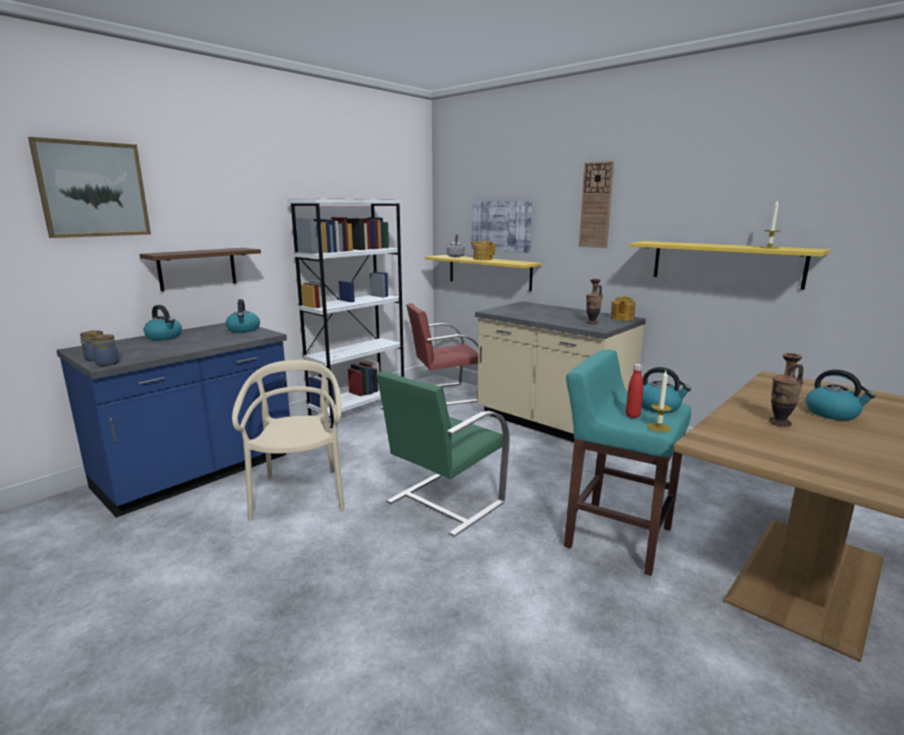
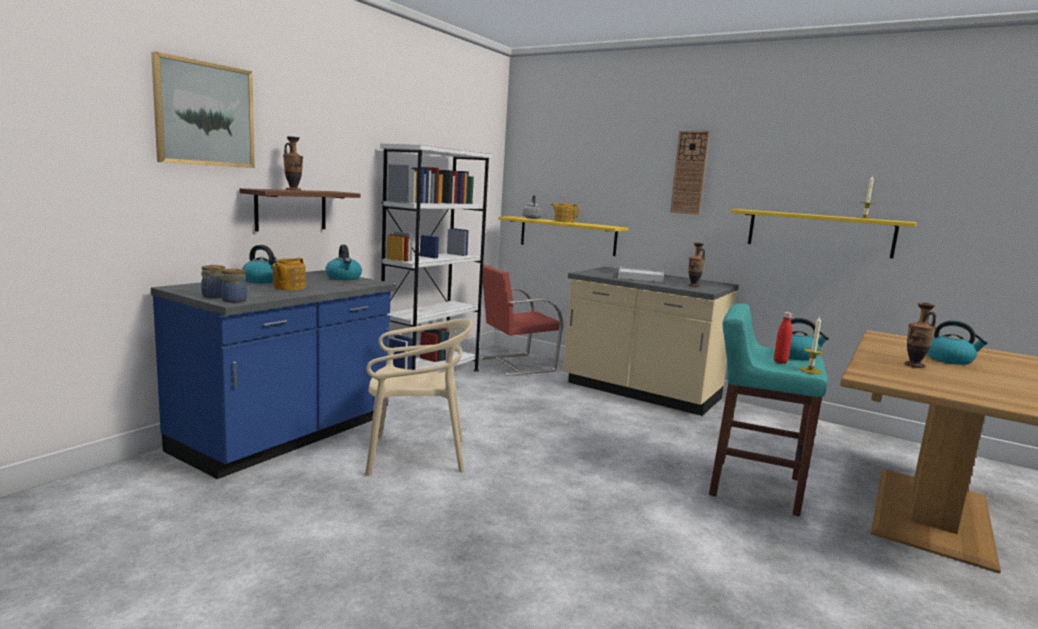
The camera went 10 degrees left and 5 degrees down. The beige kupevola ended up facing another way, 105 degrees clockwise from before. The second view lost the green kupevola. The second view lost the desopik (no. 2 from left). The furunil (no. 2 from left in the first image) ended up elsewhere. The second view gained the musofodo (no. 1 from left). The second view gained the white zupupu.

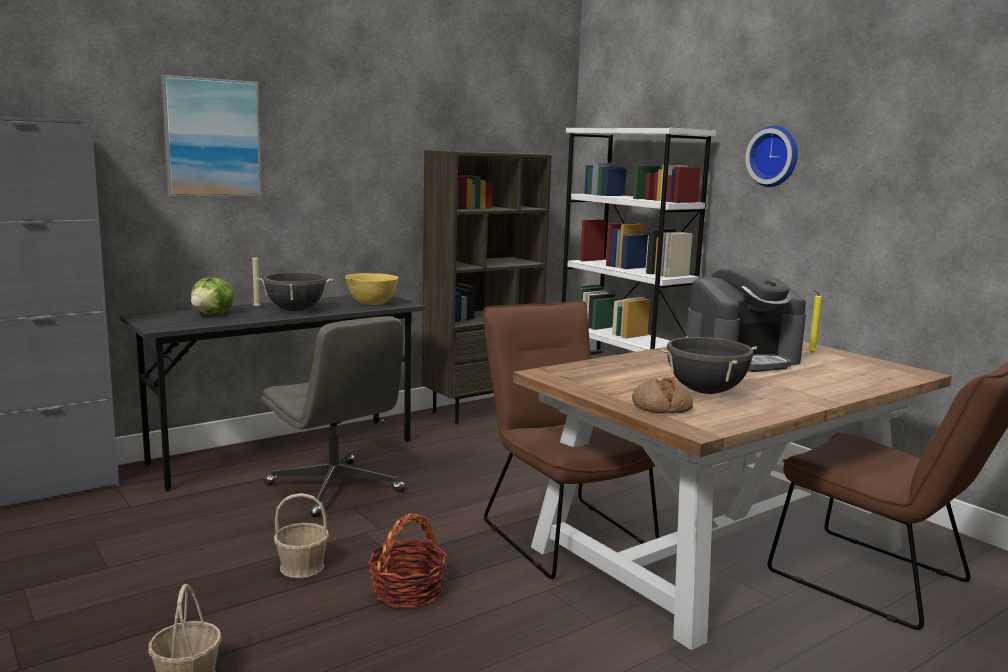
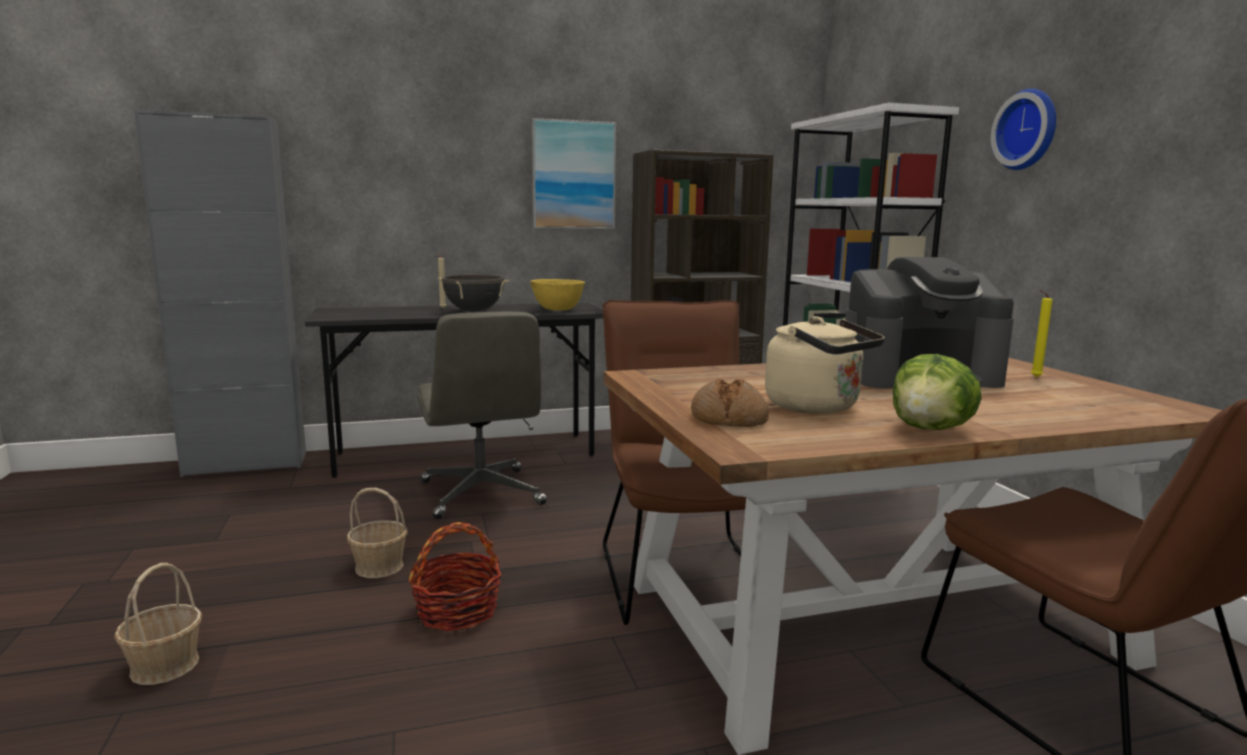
The camera went 20 degrees right and 0 degrees up. The desopik ended up elsewhere. The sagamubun ended up elsewhere. Where the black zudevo (no. 2 from left) stood, the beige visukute came to stand.

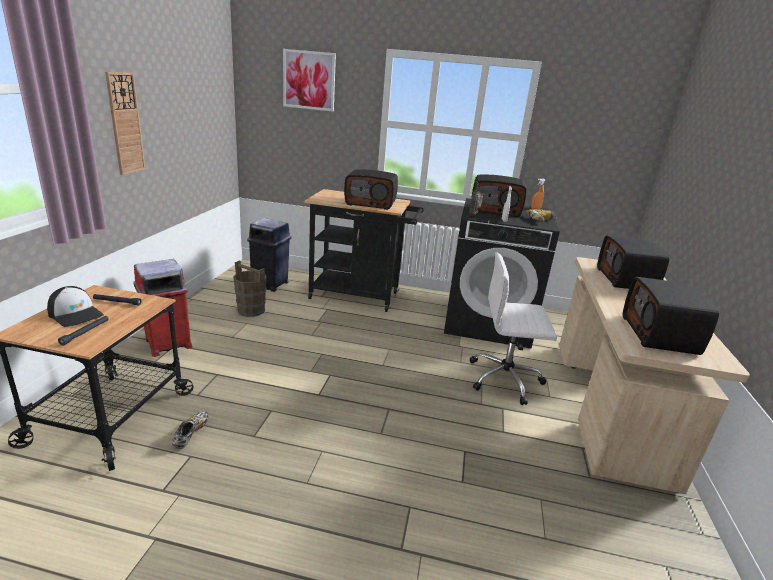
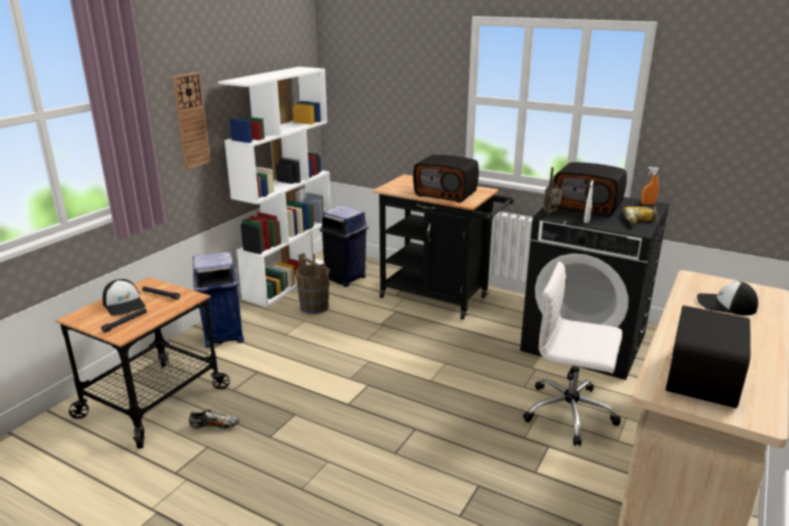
The camera went 20 degrees right and 0 degrees up. What was the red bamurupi turned into the blue bamurupi (no. 1 from left). The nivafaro ended up facing another way, 60 degrees clockwise from before. The second view lost the desopik. Where the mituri (no. 4 from left) stood, the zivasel (no. 2 from left) came to stand. The second view gained the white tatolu.

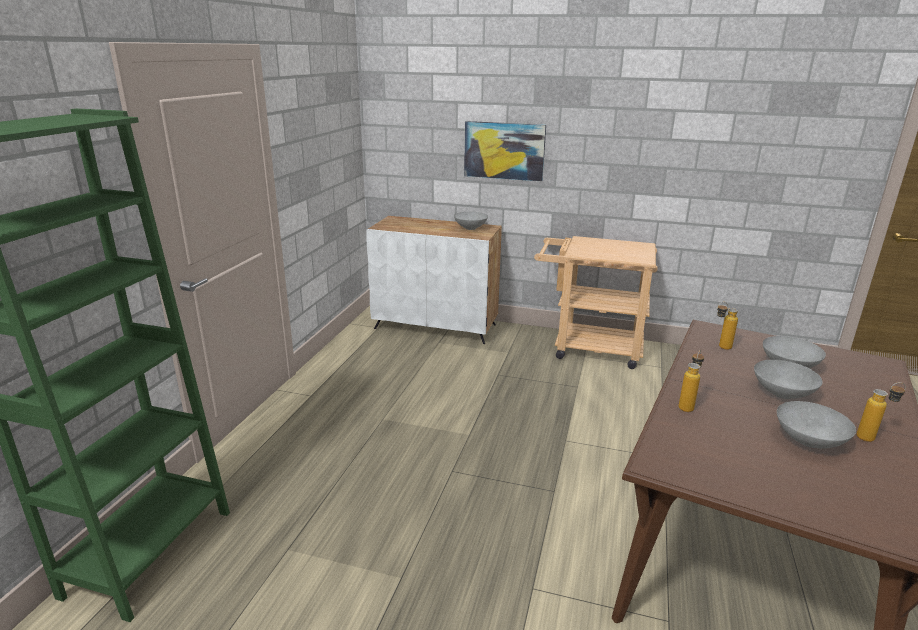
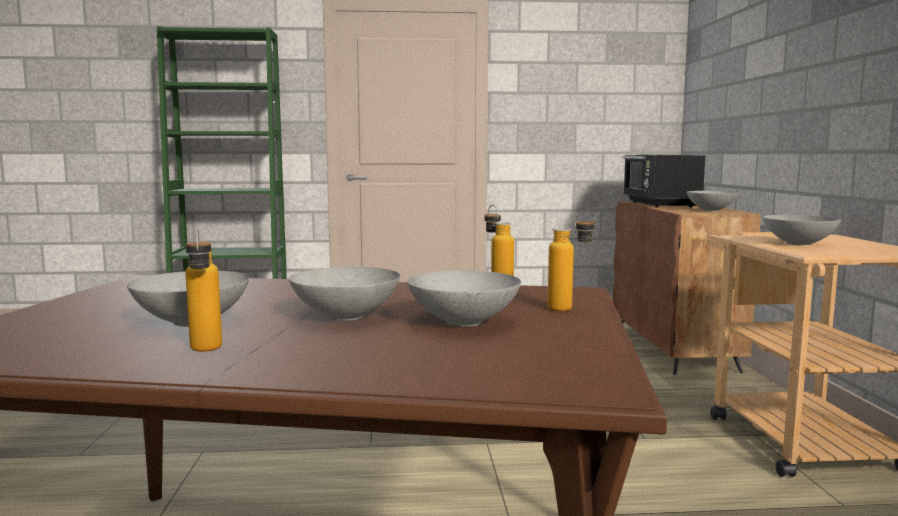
The camera went 70 degrees right and 15 degrees down. What was the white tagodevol turned into the brown tagodevol. The second view lost the desopik. The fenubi (no. 1 from left in the first image) ended up elsewhere. The second view gained the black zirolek. The second view gained the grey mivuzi (no. 5 from left).

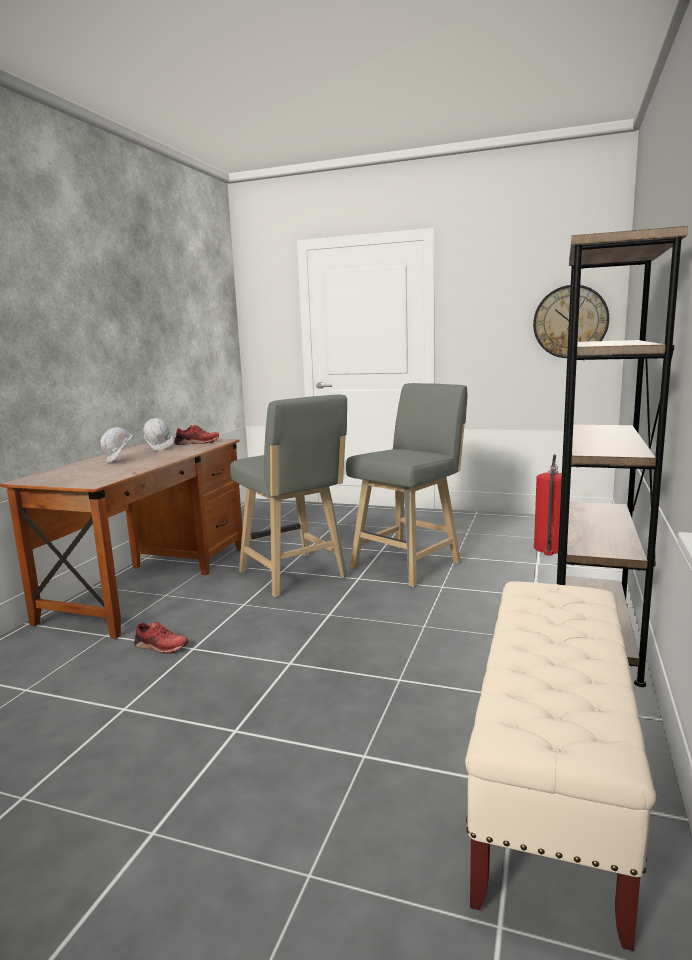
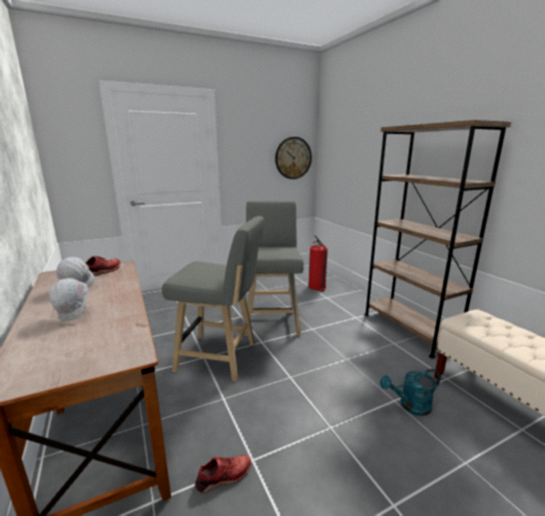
The camera went 45 degrees left and 5 degrees up. The second view gained the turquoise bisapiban.

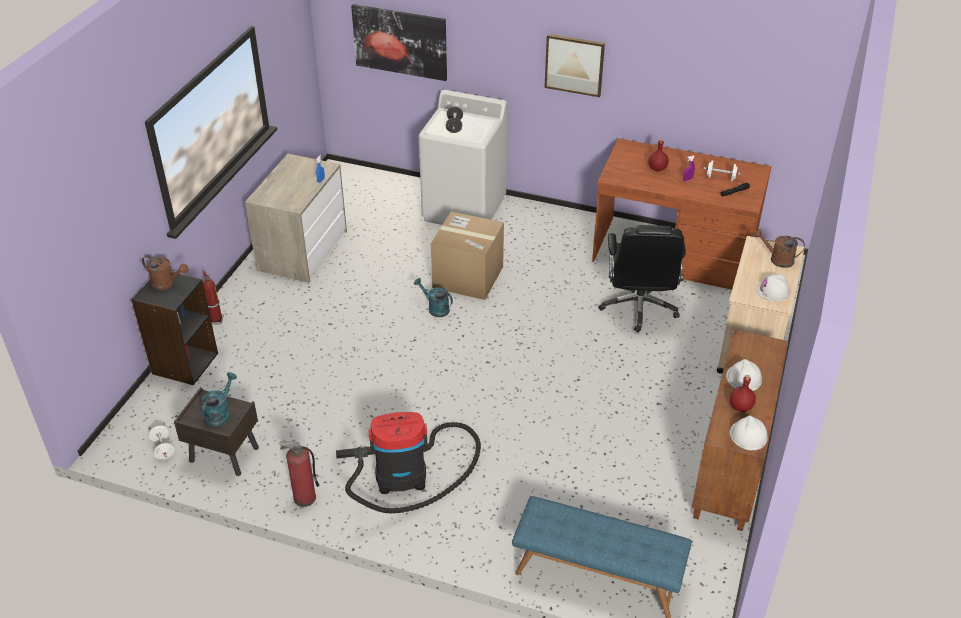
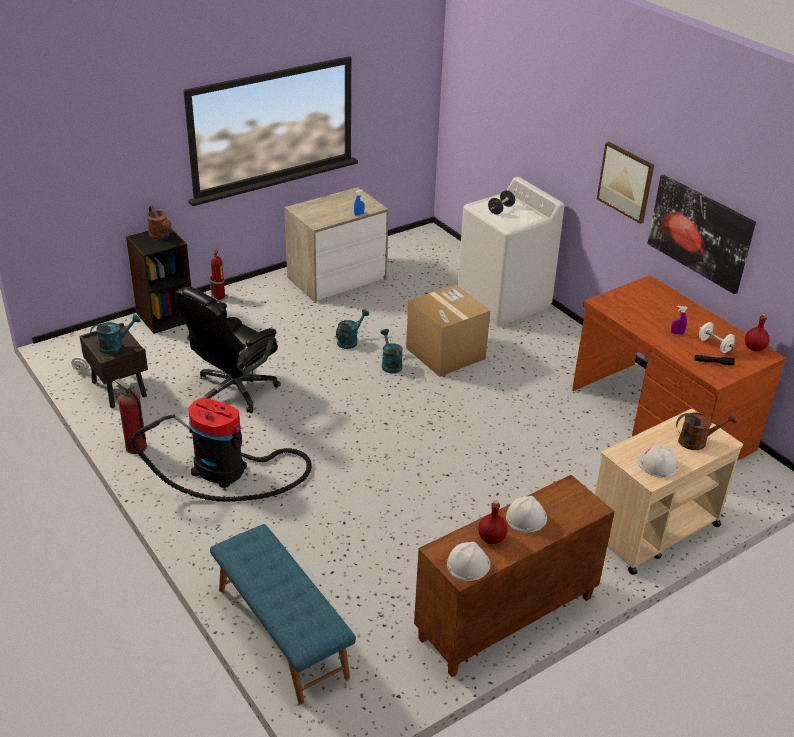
The camera went 35 degrees right and 5 degrees down. The desopik (no. 1 from left in the first image) ended up elsewhere. The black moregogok ended up elsewhere. The red fenubi (no. 1 from left in the first image) ended up elsewhere. The brown bisapiban (no. 2 from left) ended up facing another way, 120 degrees clockwise from before. The second view gained the turquoise bisapiban (no. 2 from left).

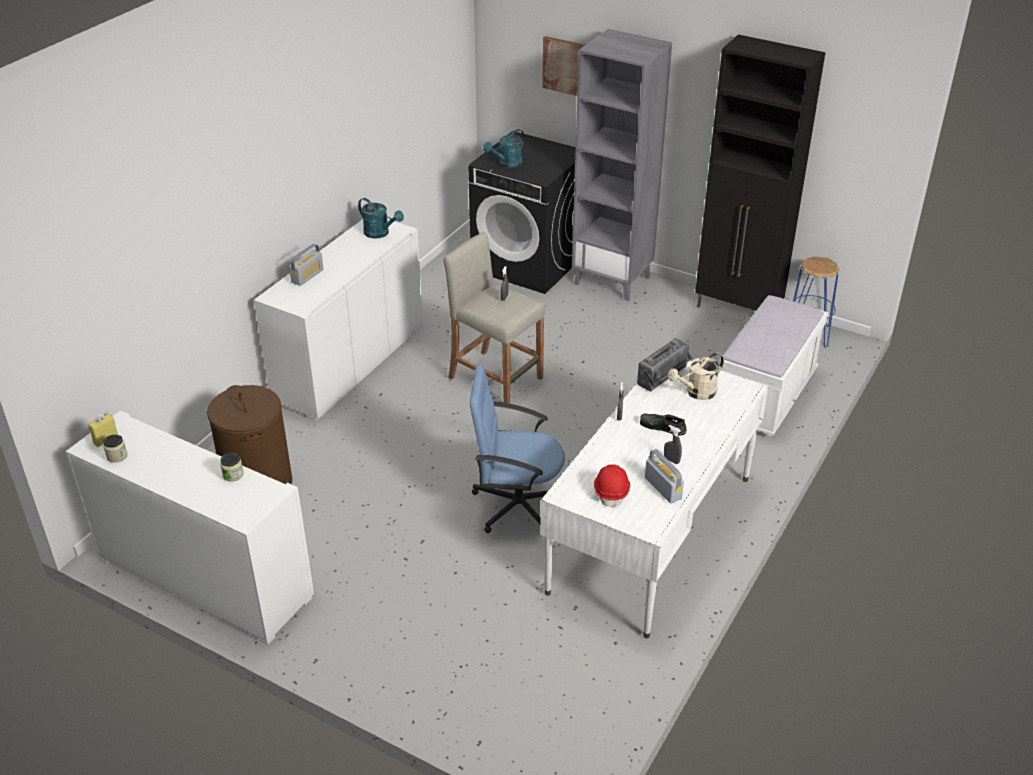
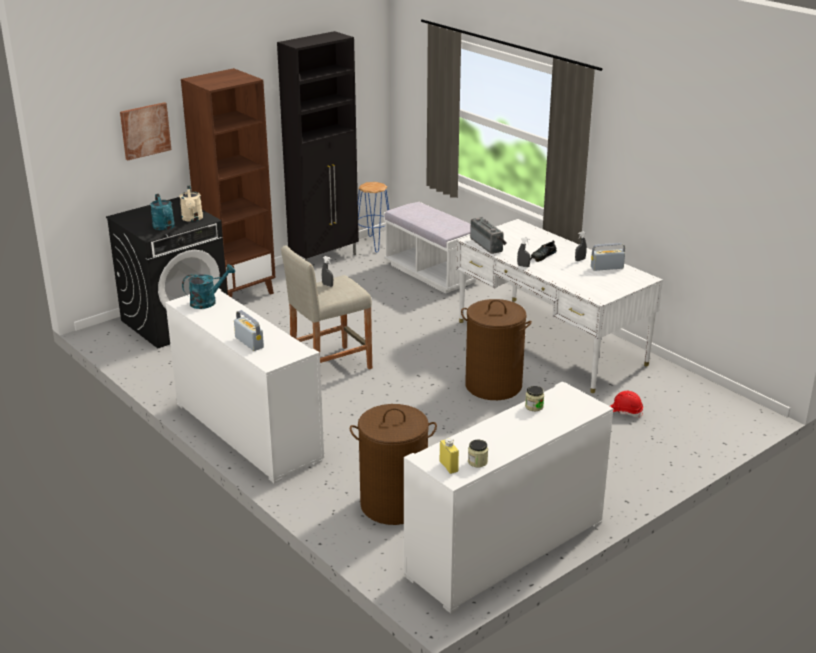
The camera went 70 degrees left and 10 degrees down. Where the blue moregogok stood, the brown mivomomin (no. 2 from left) came to stand. What was the grey tatolu turned into the brown tatolu. The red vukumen ended up elsewhere. The beige bisapiban ended up elsewhere.

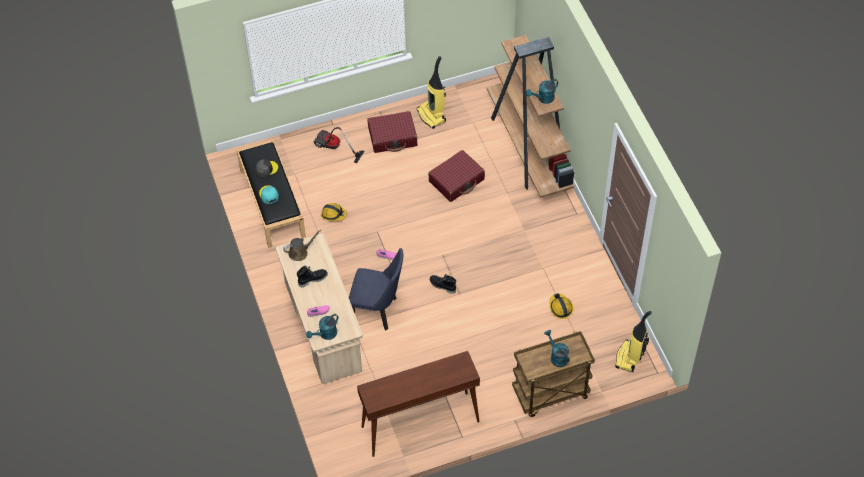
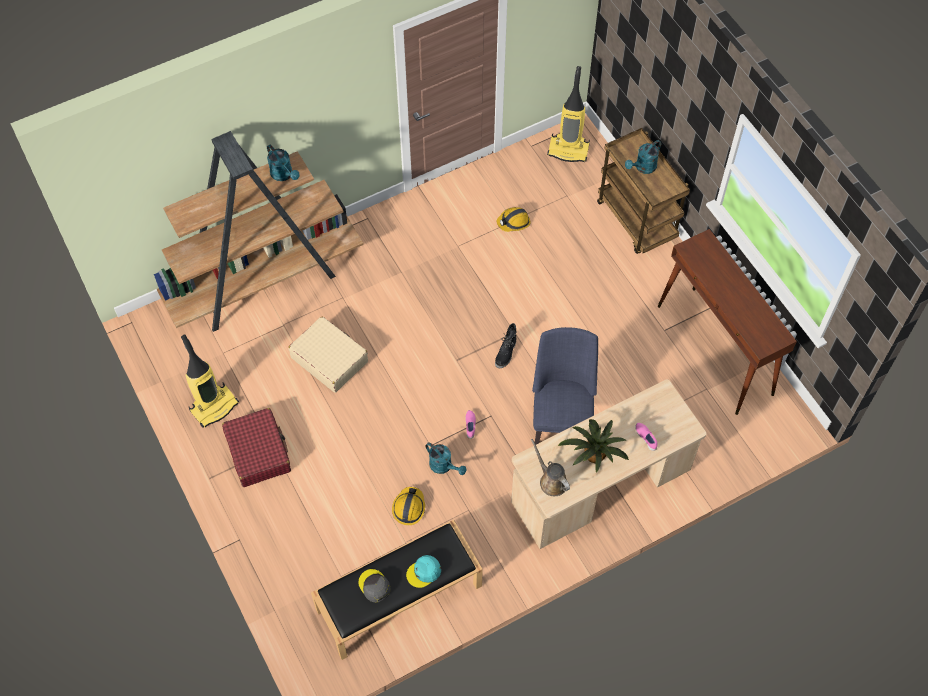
The camera went 100 degrees left and 5 degrees up. Where the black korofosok (no. 1 from left) stood, the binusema came to stand. The turquoise bisapiban (no. 1 from left in the first image) ended up elsewhere. The second view lost the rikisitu (no. 1 from left). What was the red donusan (no. 2 from left) turned into the beige donusan.

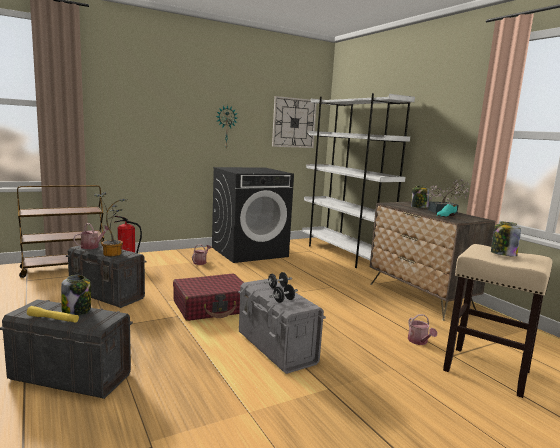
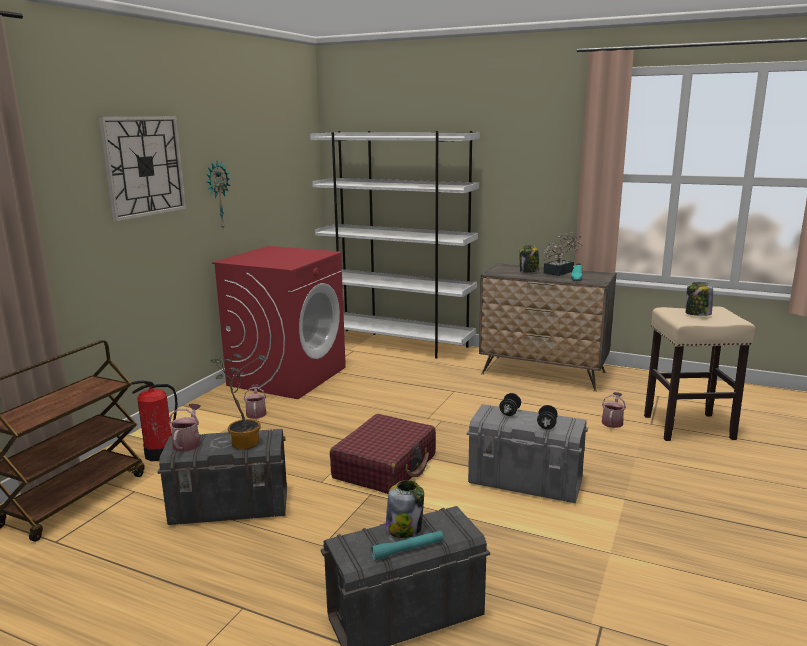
The camera went 35 degrees left and 5 degrees up. What was the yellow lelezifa turned into the turquoise lelezifa. What was the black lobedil turned into the red lobedil. The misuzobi (no. 2 from left in the first image) ended up elsewhere. The bisapiban (no. 3 from left) ended up facing another way, 105 degrees counterclockwise from before.

